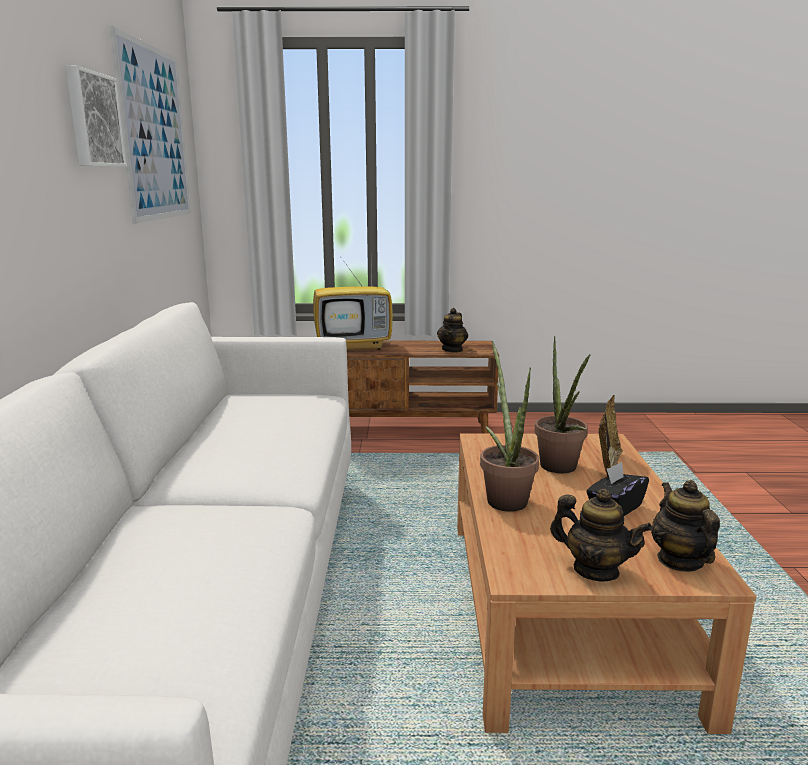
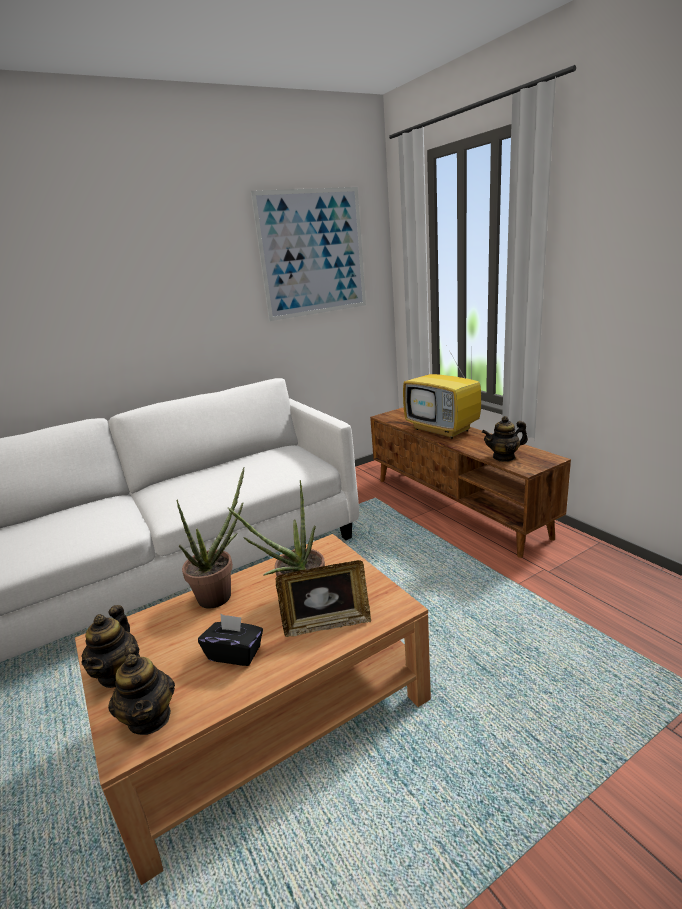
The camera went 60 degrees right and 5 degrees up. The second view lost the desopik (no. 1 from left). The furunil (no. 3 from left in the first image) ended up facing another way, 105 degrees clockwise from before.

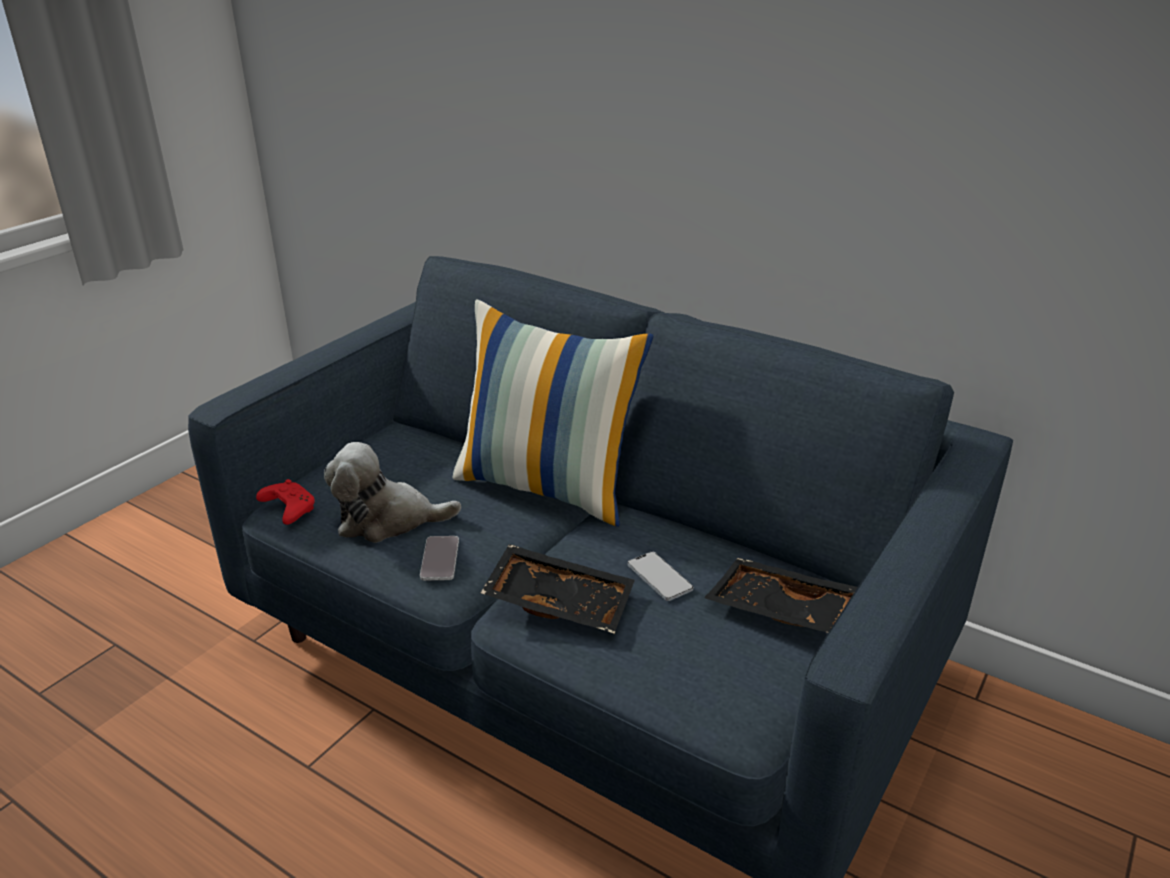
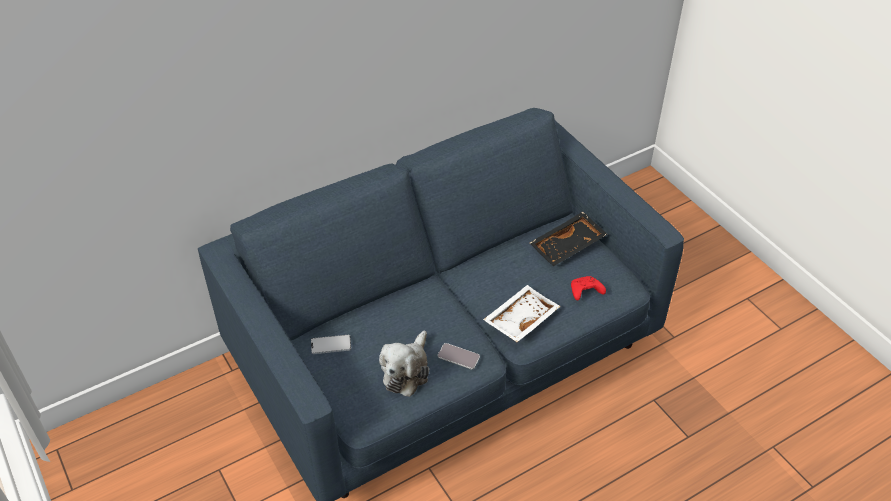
The camera went 65 degrees left and 15 degrees up. The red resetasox ended up elsewhere. The second view lost the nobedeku. What was the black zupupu (no. 1 from left) turned into the white zupupu. The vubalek (no. 2 from left in the first image) ended up elsewhere.

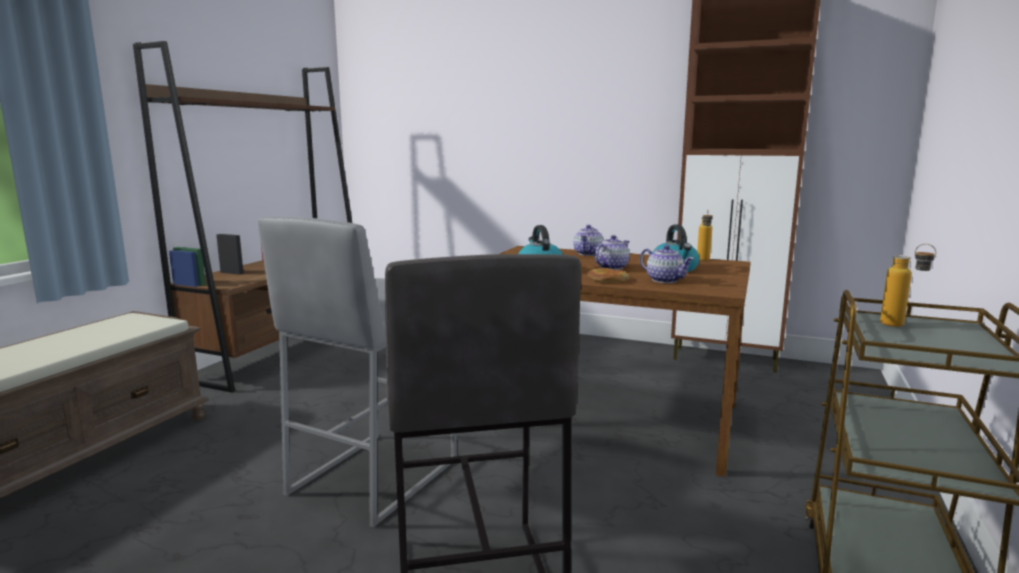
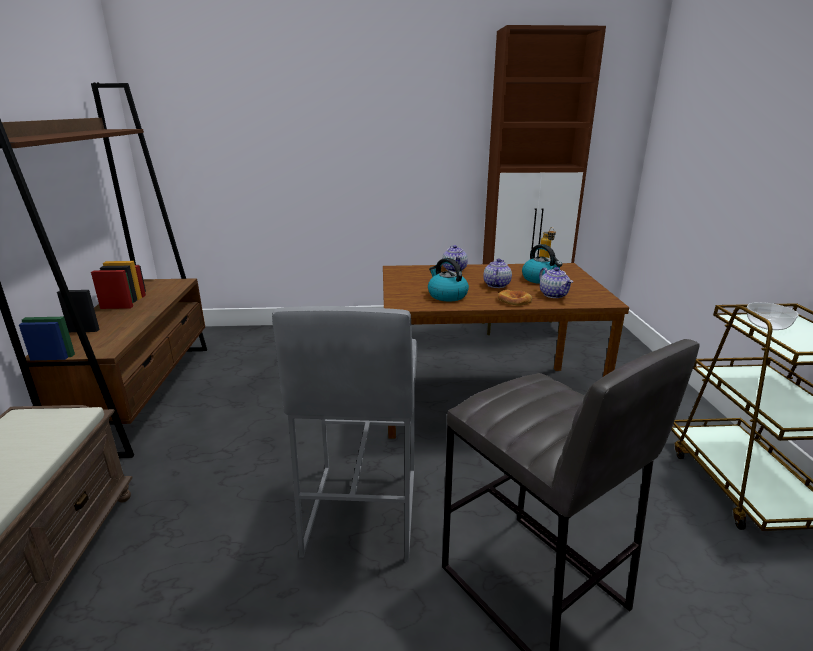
The camera went 25 degrees left and 10 degrees up. The furunil (no. 3 from left) ended up facing another way, 45 degrees clockwise from before. Where the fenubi (no. 2 from left) stood, the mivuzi came to stand.

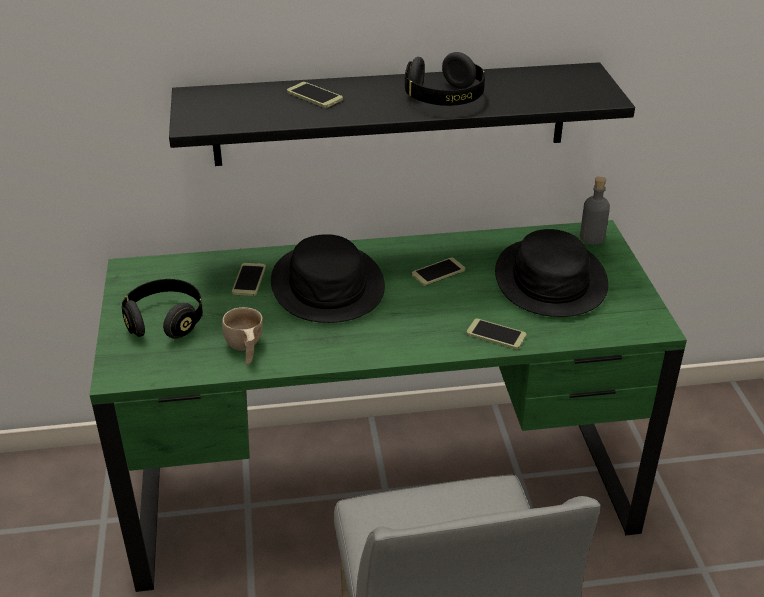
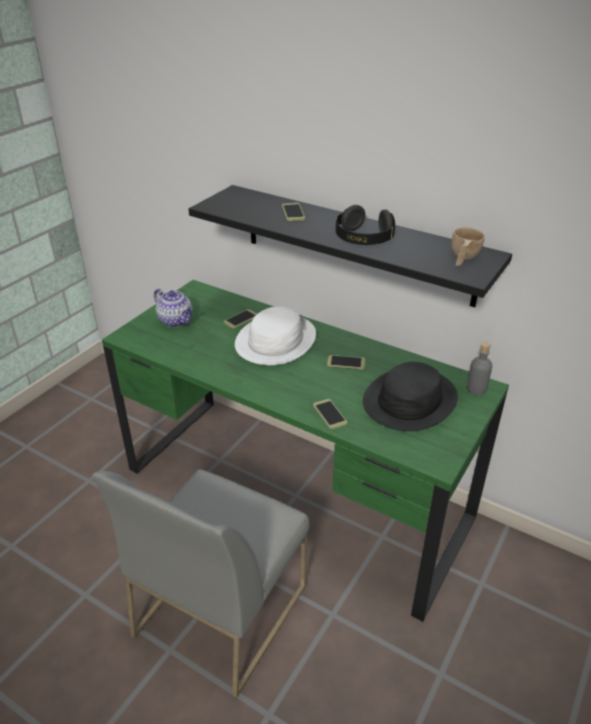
The camera went 40 degrees right and 0 degrees up. Where the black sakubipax (no. 1 from left) stood, the furunil came to stand. The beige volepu ended up elsewhere. What was the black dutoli (no. 1 from left) turned into the white dutoli.

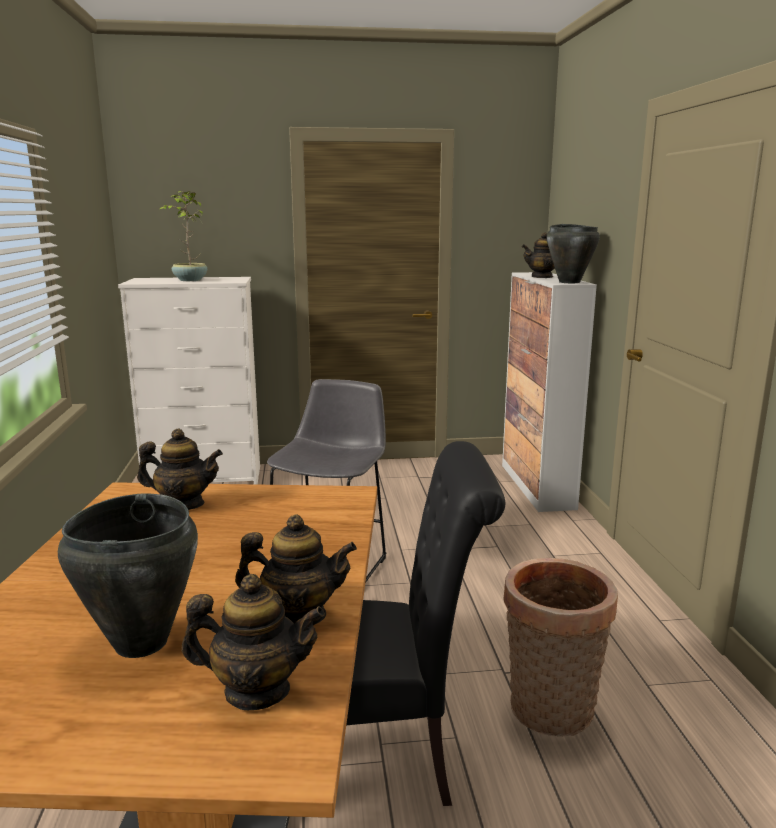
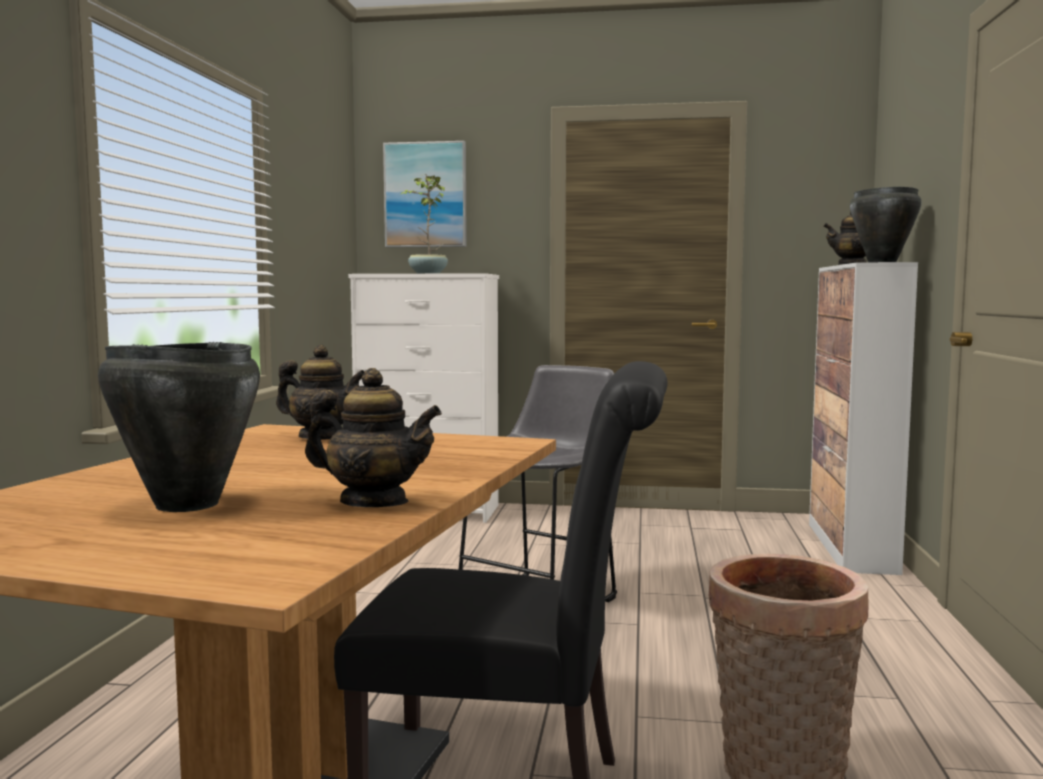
The camera went 15 degrees right and 10 degrees down. The second view lost the furunil (no. 2 from left). The second view gained the desopik.

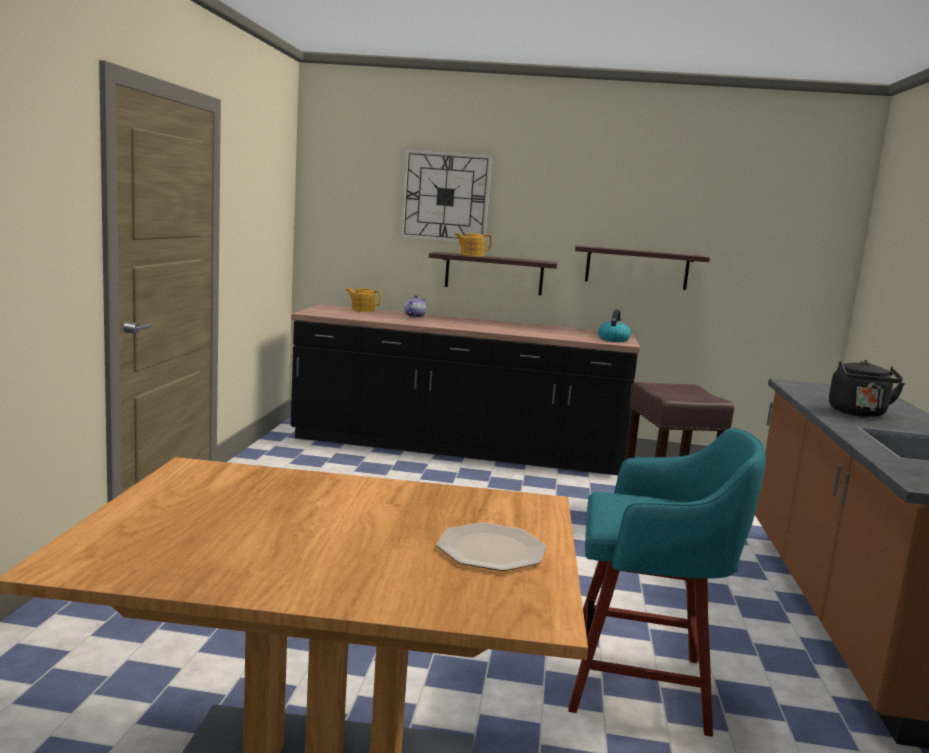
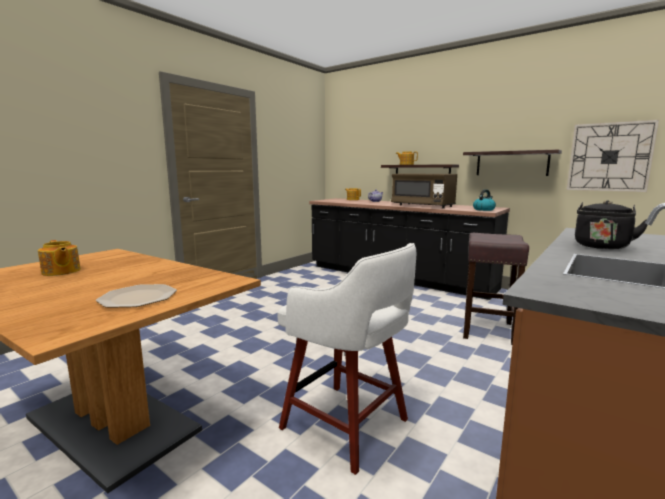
The camera went 30 degrees right and 0 degrees up. The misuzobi ended up elsewhere. What was the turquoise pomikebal turned into the white pomikebal. The second view gained the furunil (no. 1 from left). The second view gained the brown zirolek.

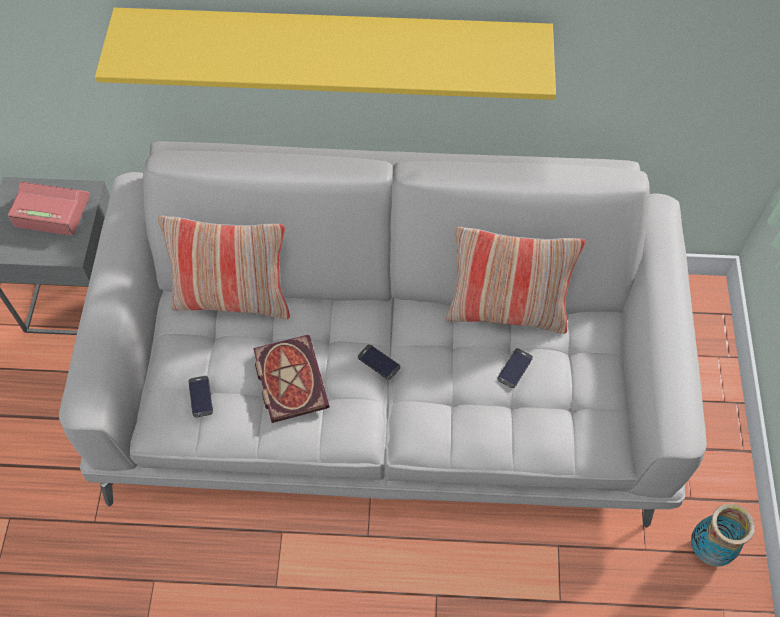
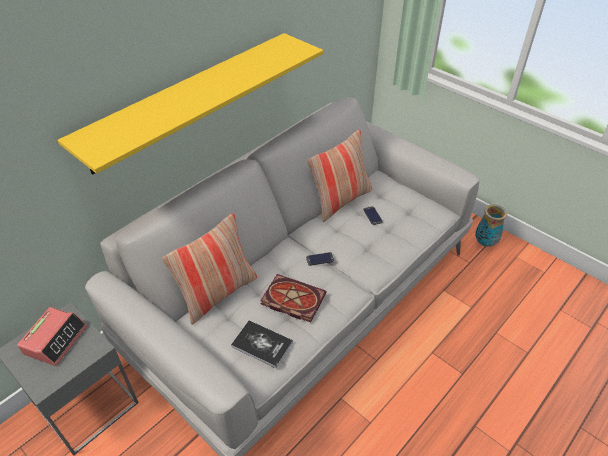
The camera went 50 degrees left and 15 degrees down. The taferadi ended up facing another way, 150 degrees clockwise from before. Where the vubalek (no. 1 from left) stood, the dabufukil (no. 1 from left) came to stand.

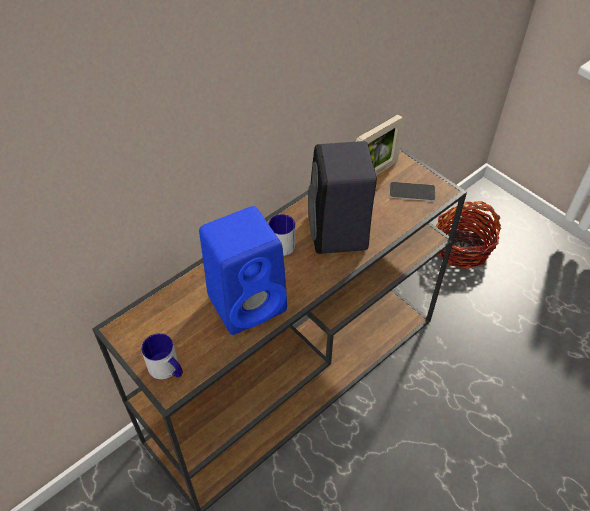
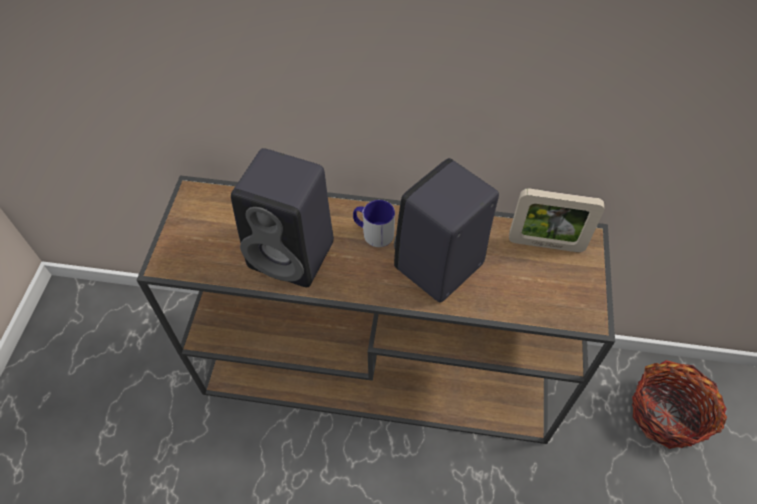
The camera went 50 degrees right and 5 degrees up. The second view lost the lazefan (no. 1 from left). What was the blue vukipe turned into the black vukipe (no. 1 from left). The second view lost the vubalek.

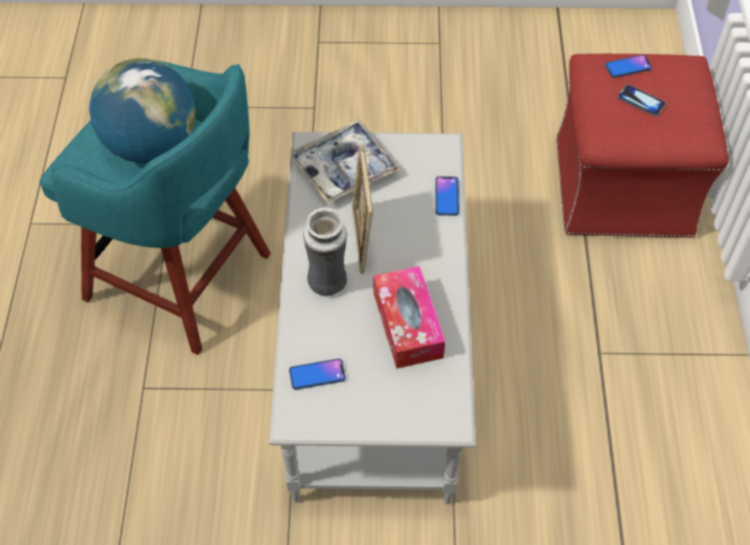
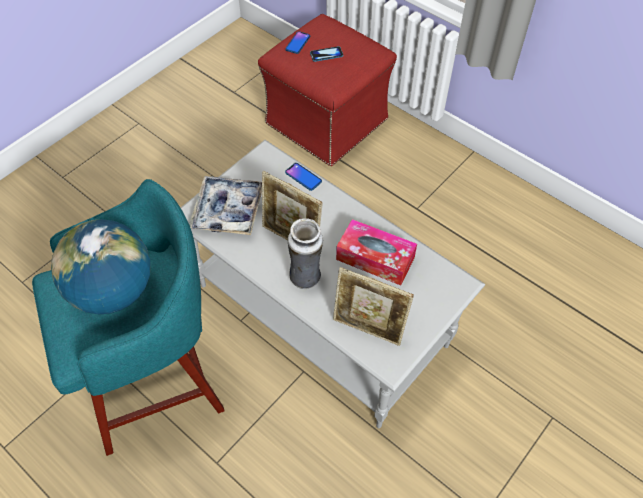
The camera went 50 degrees left and 0 degrees up. Where the vubalek (no. 1 from left) stood, the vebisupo (no. 2 from left) came to stand.

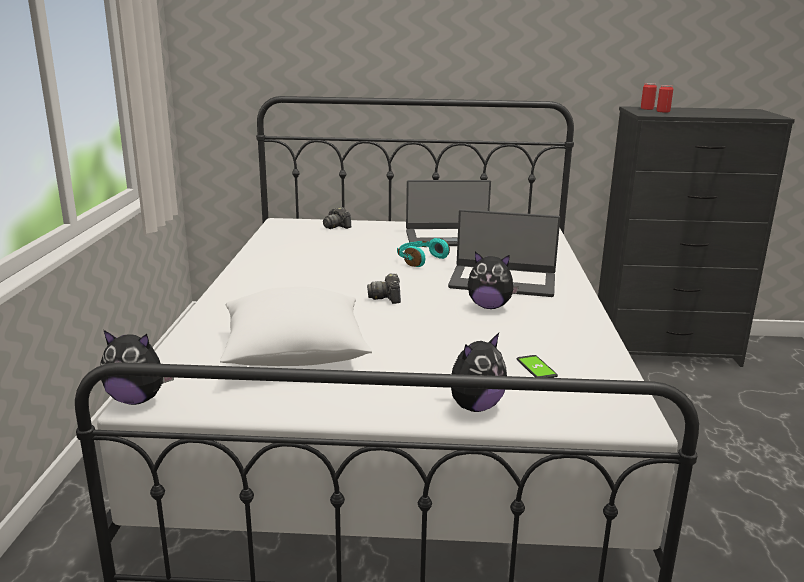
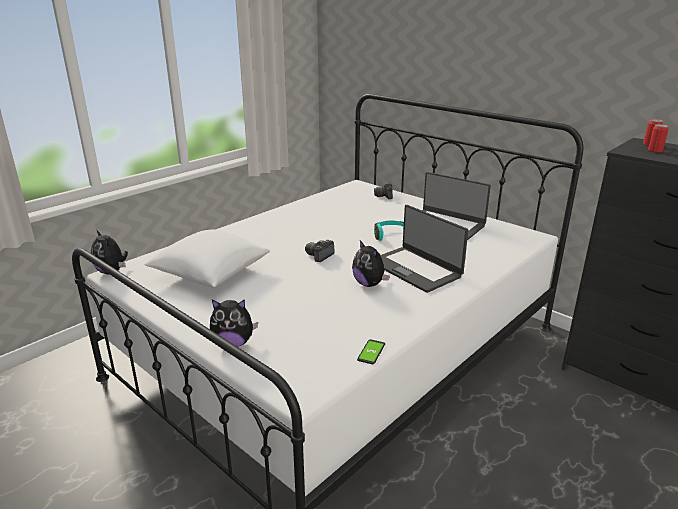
The camera went 40 degrees right and 5 degrees up. The vubalek ended up elsewhere.

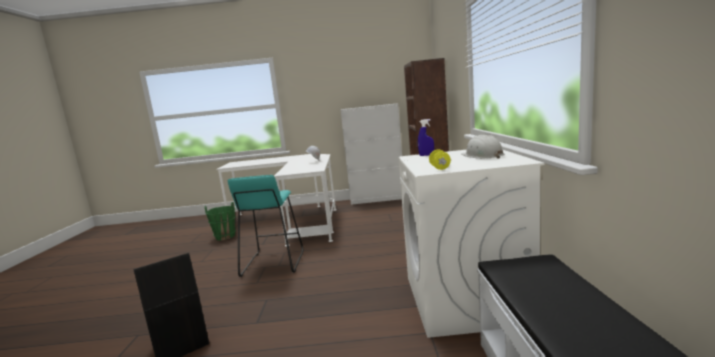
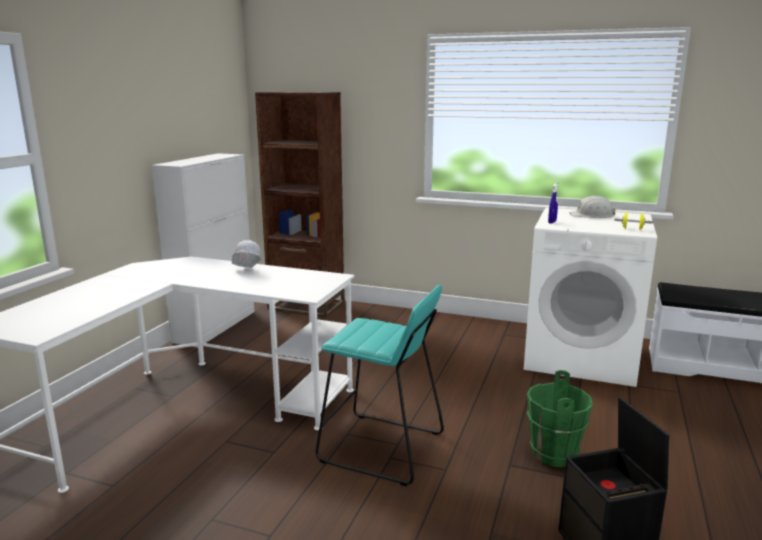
The camera went 70 degrees left and 5 degrees up. The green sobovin ended up elsewhere.

